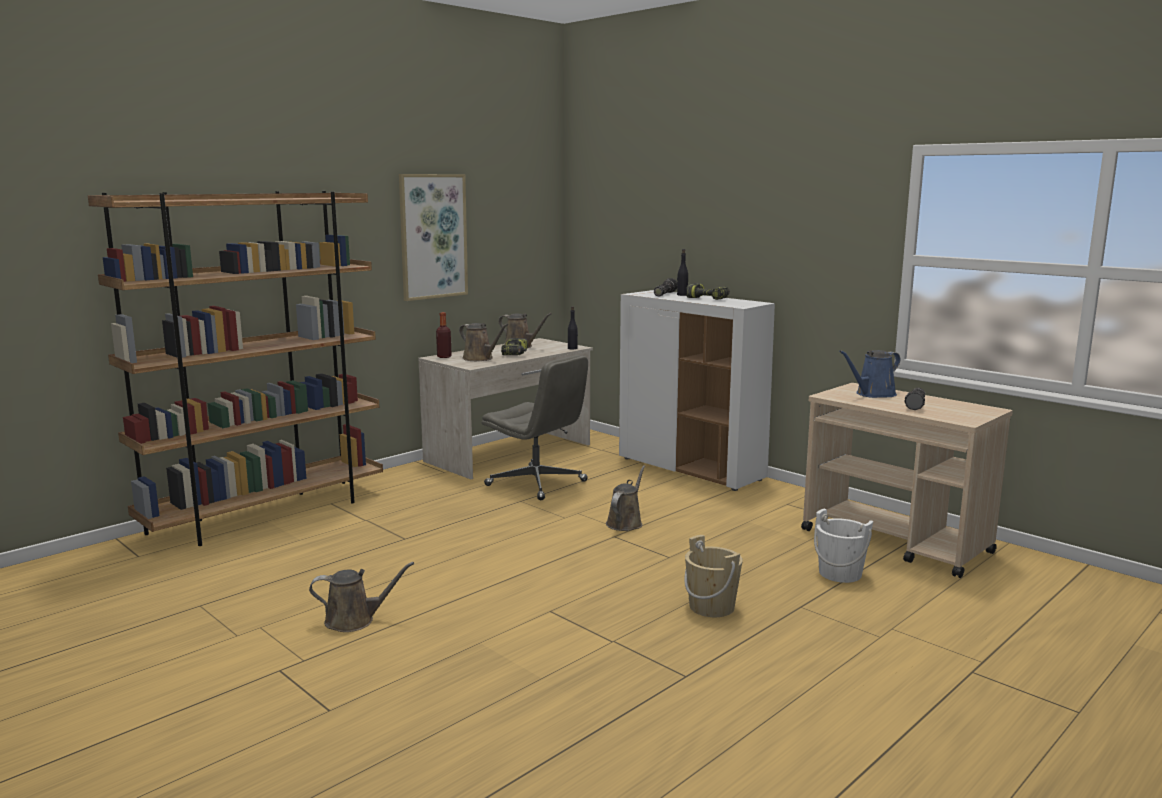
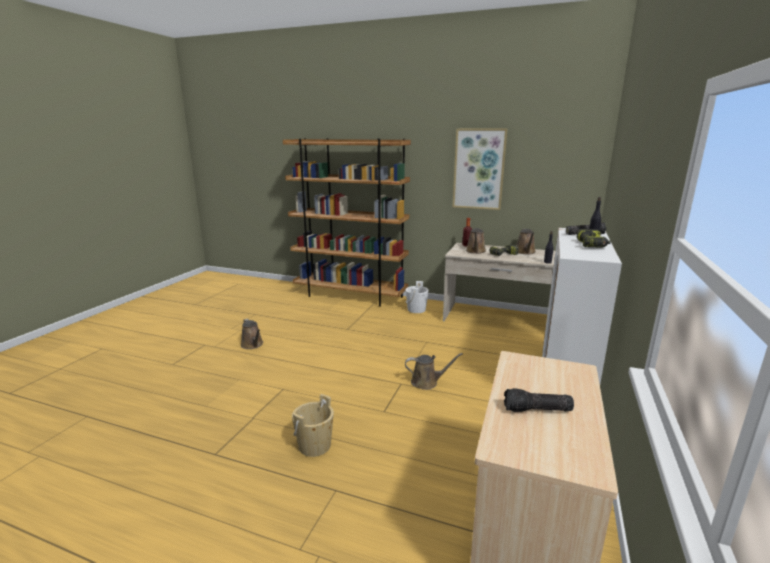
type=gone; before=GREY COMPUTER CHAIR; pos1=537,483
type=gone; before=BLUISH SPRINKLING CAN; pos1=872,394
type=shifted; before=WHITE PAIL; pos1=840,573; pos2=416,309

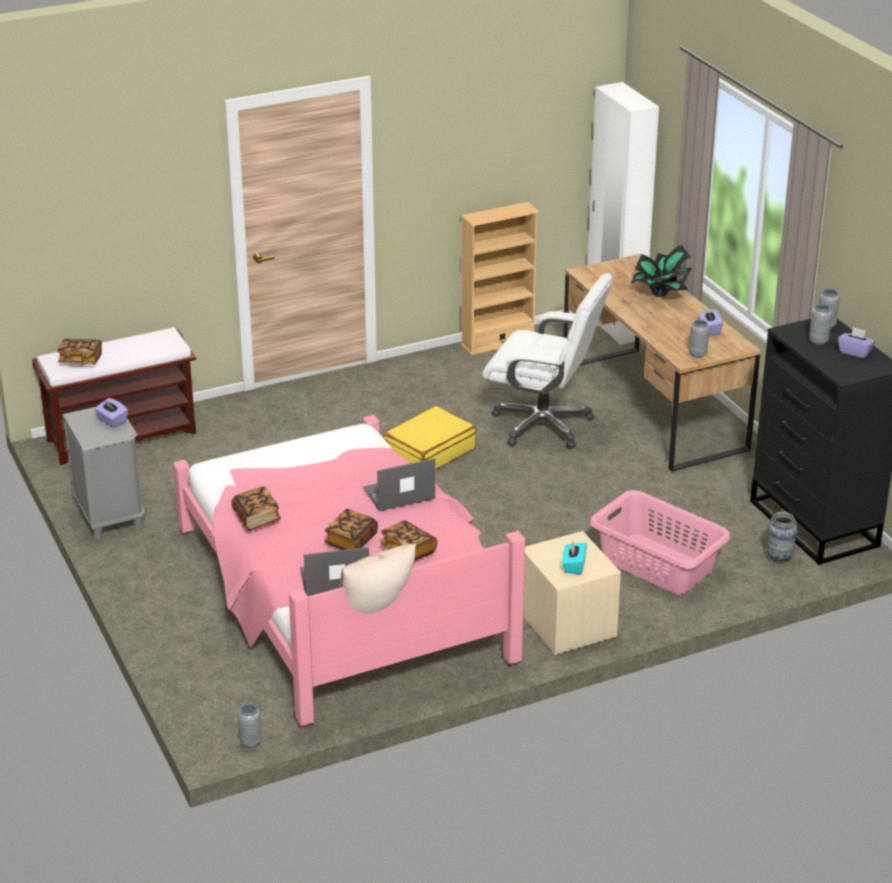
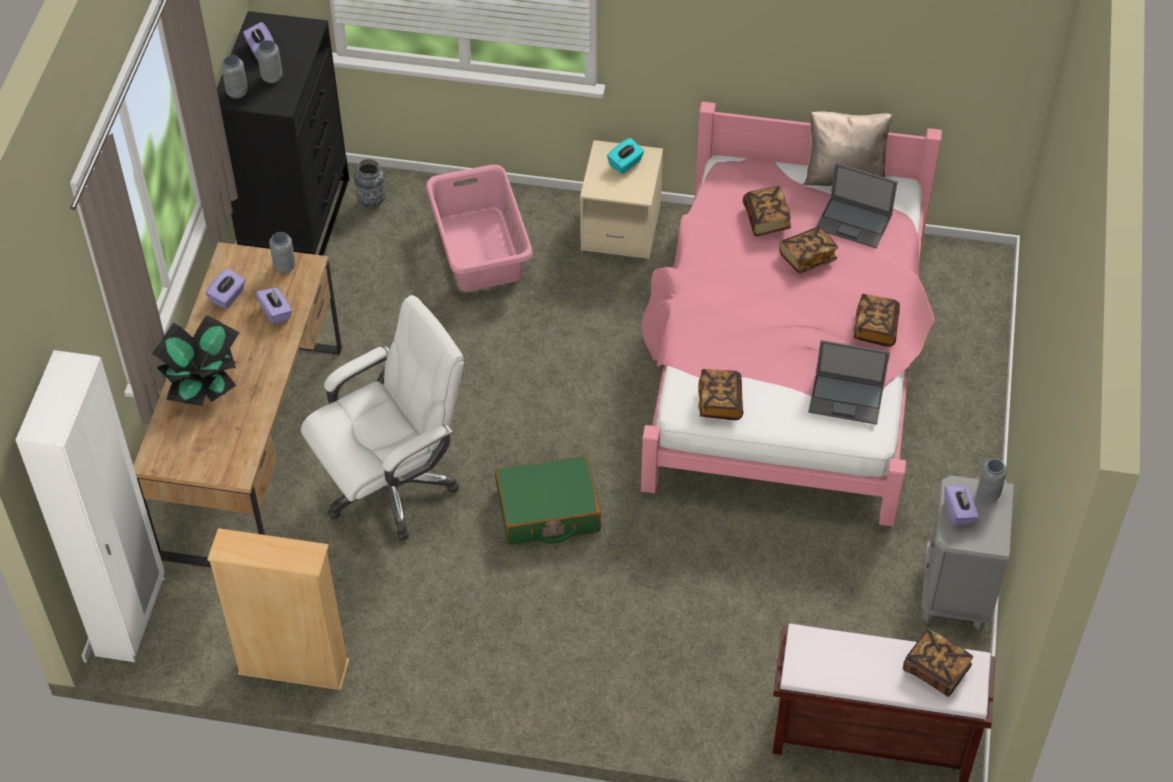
type=new; after=PURPLISH TISSUE BOX; pos2=276,312
type=new; after=BOOK; pos2=720,402
type=shifted; before=GREY FLOWER VASE; pos1=251,742; pos2=988,493
type=shifted; before=LAPTOP; pos1=398,493; pos2=847,398
type=repainted; before=YELLOW-COLOURED TRAVEL CASE; after=GREENISH TRAVEL CASE; pos1=429,451; pos2=548,511
type=rotated; before=WHITE COMPUTER CHAIR; pos1=543,425; pos2=392,485; turn=90

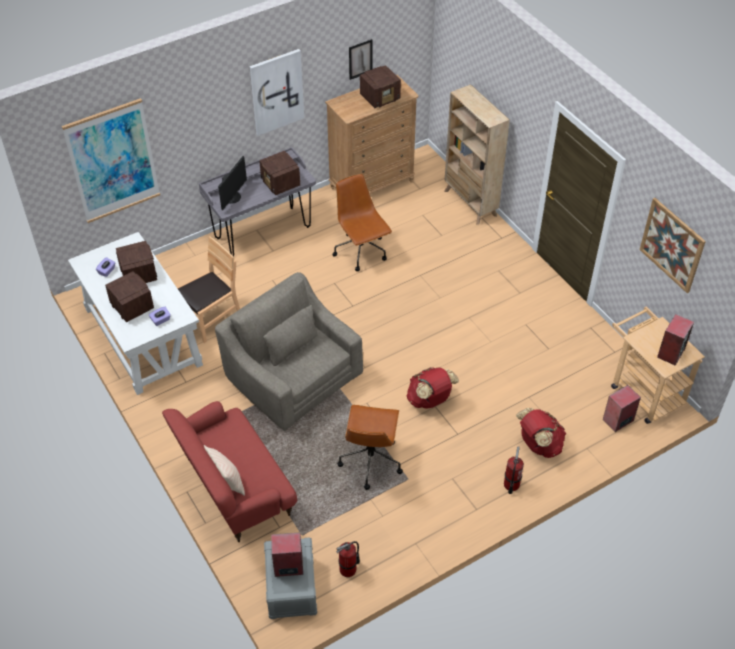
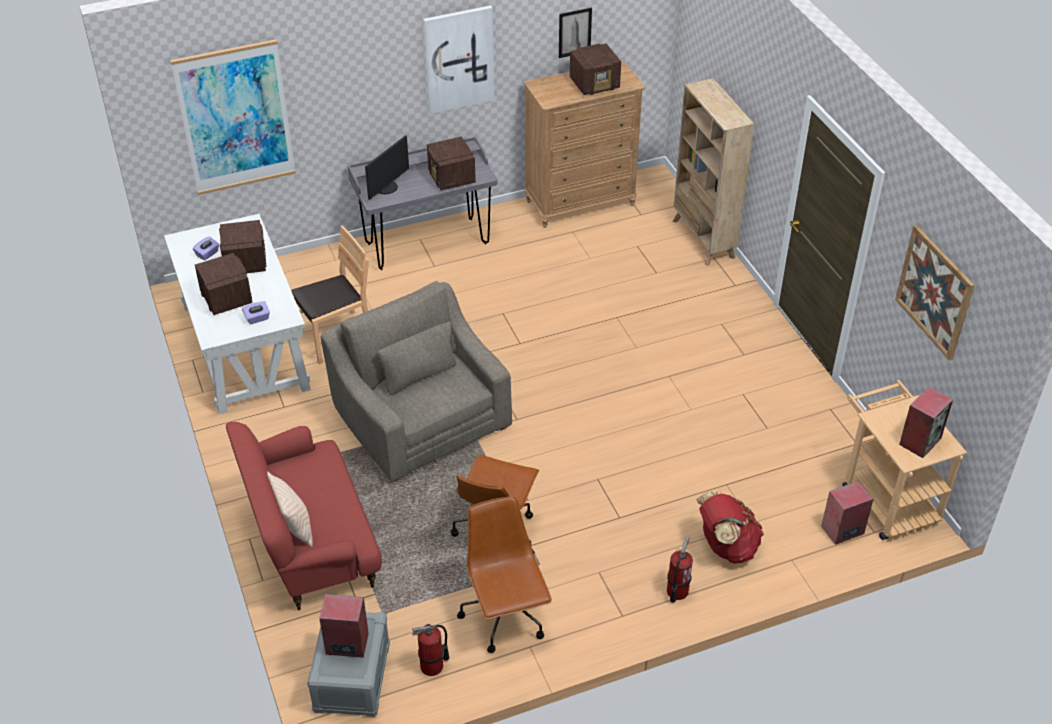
type=gone; before=RED-COLOURED BACKPACK; pos1=430,400
type=shifted; before=BROWN COMPUTER CHAIR; pos1=361,252; pos2=506,617

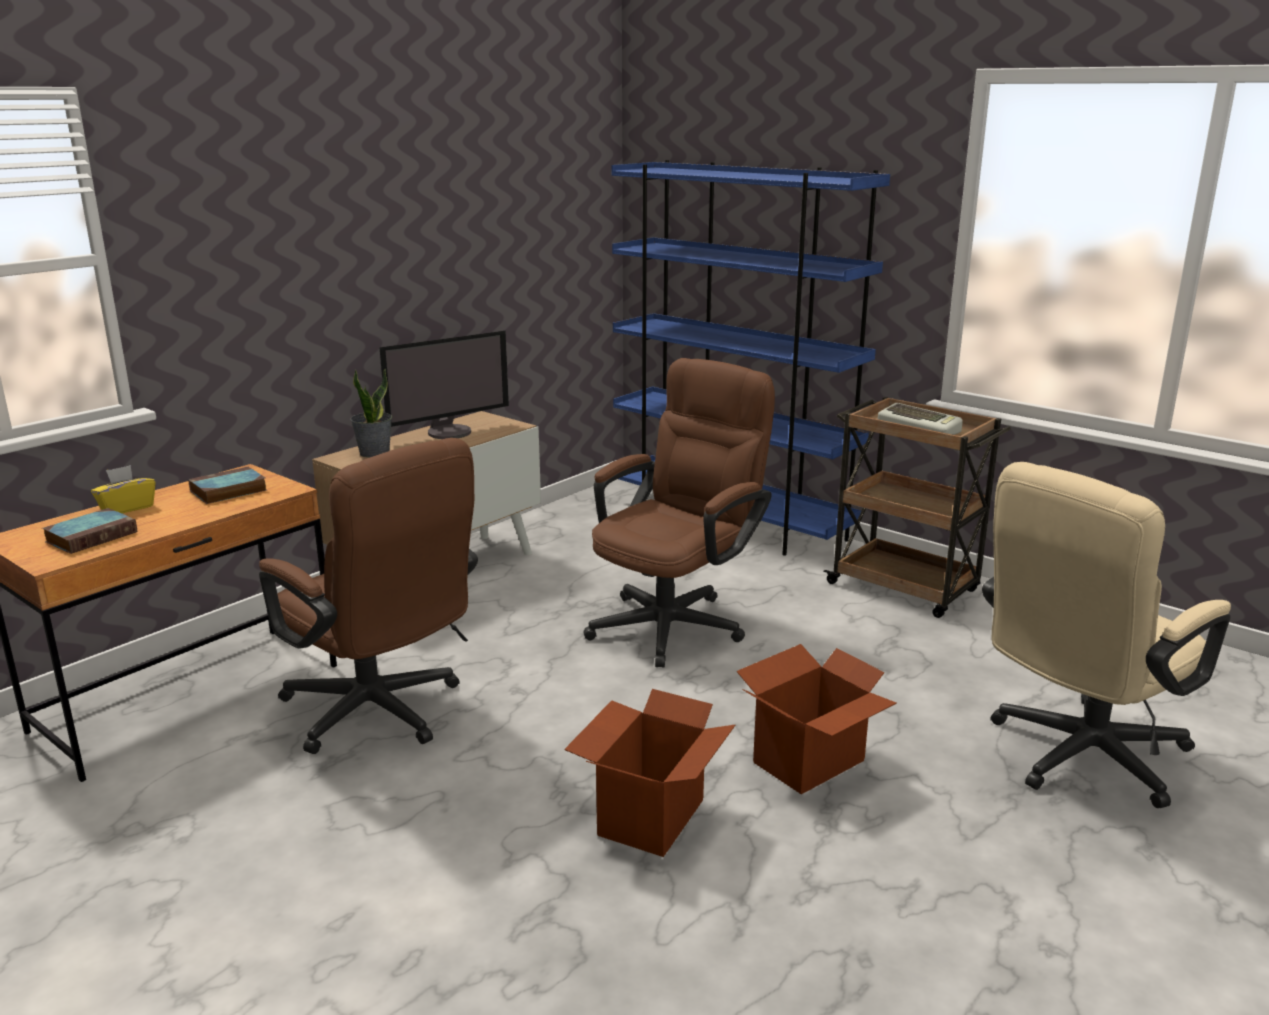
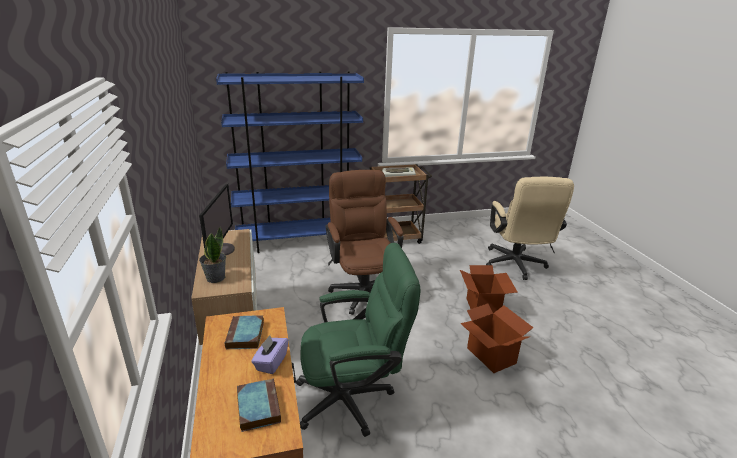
type=gone; before=YELLOW-COLOURED TISSUE BOX; pos1=127,508
type=new; after=PURPLISH TISSUE BOX; pos2=271,362
type=repainted; before=BROWN COMPUTER CHAIR; after=GREENISH COMPUTER CHAIR; pos1=381,714; pos2=353,398

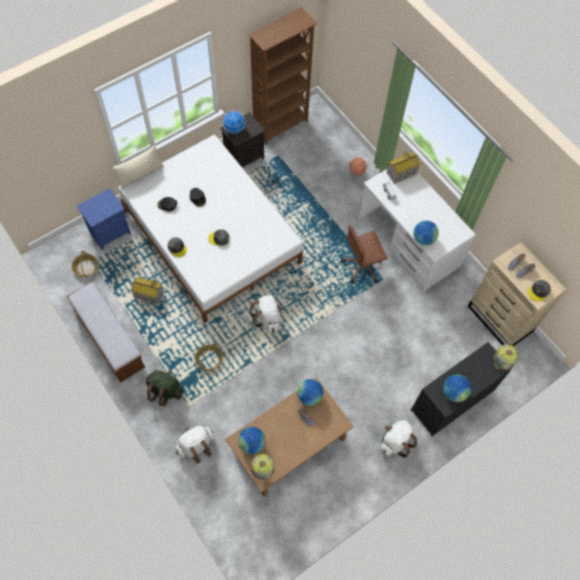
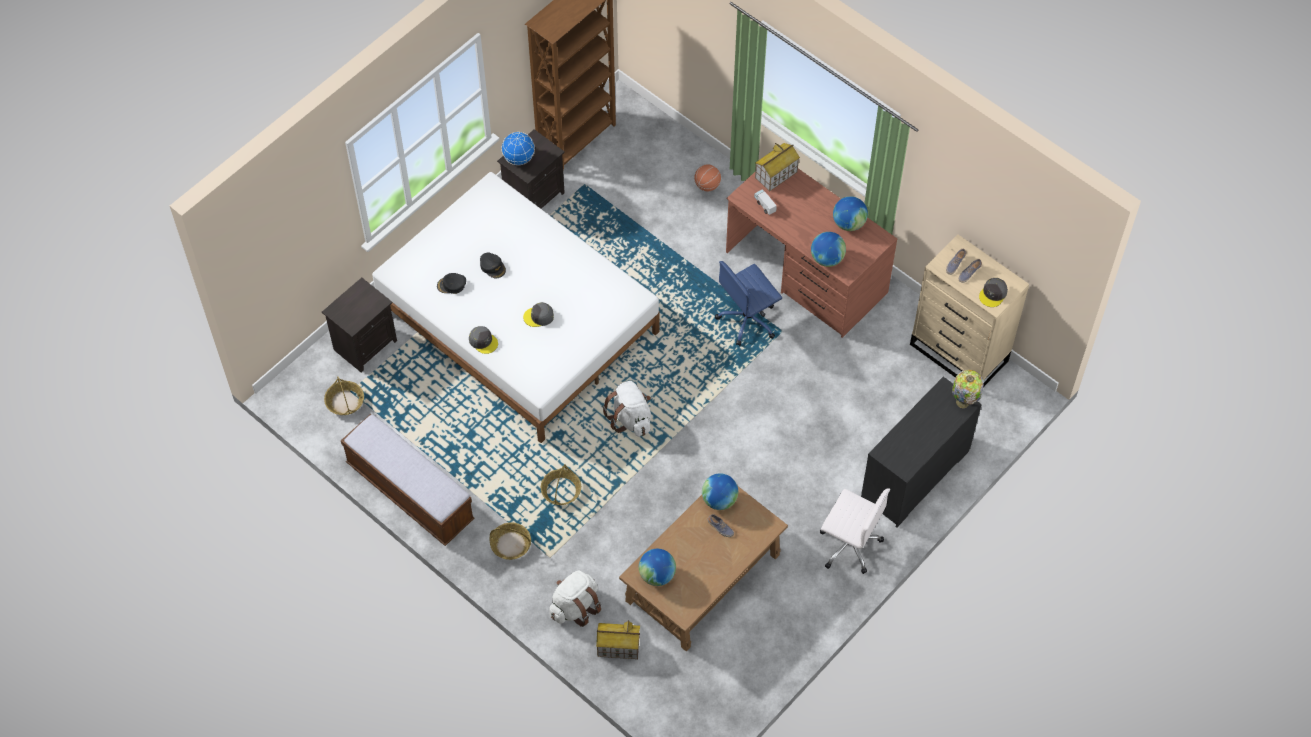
type=gone; before=BEIGE CUSHION; pos1=140,175
type=gone; before=TABLE LAMP; pos1=262,472
type=shifted; before=MODEL HOUSE; pos1=148,295; pos2=618,647
type=shifted; before=GLOBE; pos1=454,392; pos2=848,223
type=swapped; before=GREENISH BACKPACK; after=HOUSEHOLD BASKET; pos1=165,390; pos2=510,544
type=swapped; before=WHITE BACKPACK; after=WHITE COMPUTER CHAIR; pos1=395,442; pos2=849,544
type=repainted; before=BLUISH BEDSIDE TABLE; after=BLACK BEDSIDE TABLE; pos1=110,231; pos2=365,344
type=repainted; before=BROWN COMPUTER CHAIR; after=BLUISH COMPUTER CHAIR; pos1=362,266; pos2=748,320
type=repainted; before=WHITE DESK; after=BROWN DESK; pos1=408,242; pos2=806,273

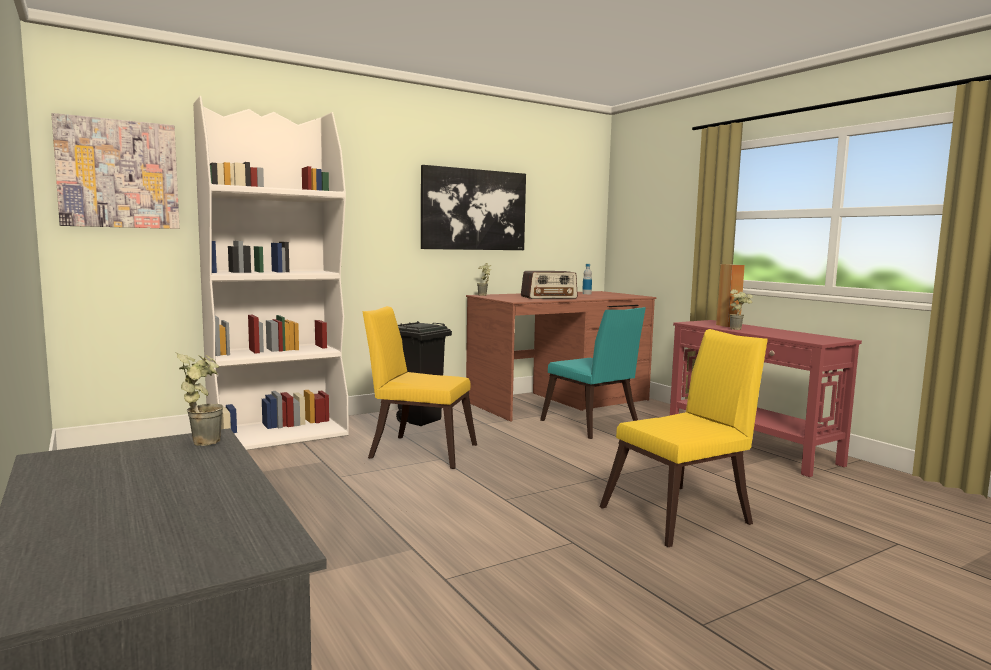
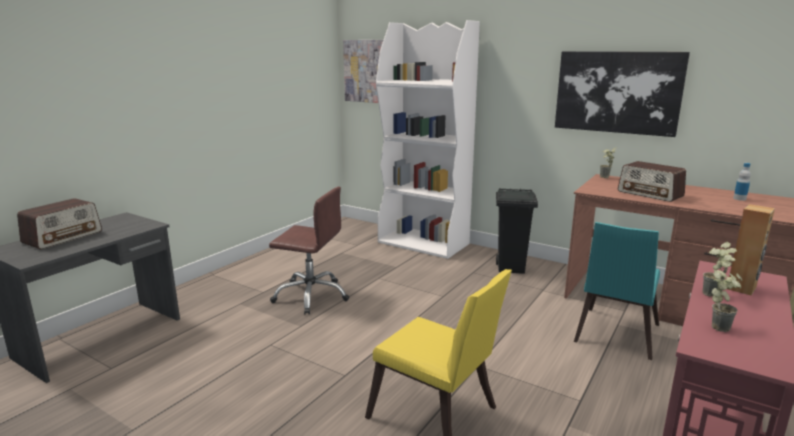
type=gone; before=YELLOW-COLOURED PLAIN CHAIR; pos1=418,450
type=new; after=RADIO; pos2=63,237
type=new; after=BROWN COMPUTER CHAIR; pos2=311,295
type=shifted; before=PLANT IN A POT; pos1=204,440; pos2=719,326

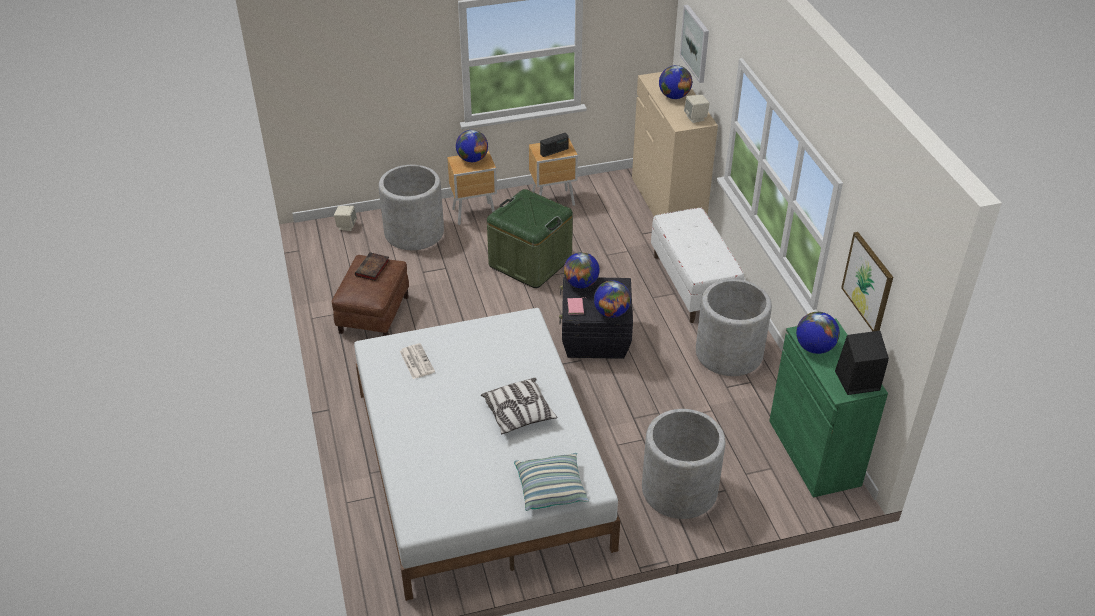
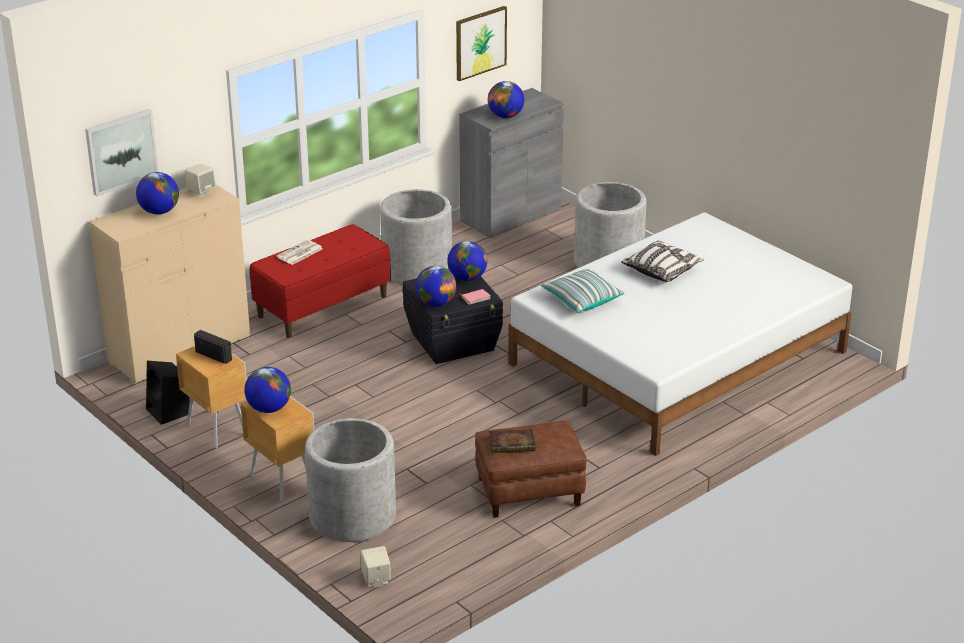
type=gone; before=GREENISH STORAGE BIN; pos1=530,262
type=shifted; before=NEWSPAPER; pos1=416,361; pos2=299,253
type=shifted; before=CUSHION; pos1=551,488; pos2=582,300
type=shifted; before=BLACK SPEAKER; pos1=856,381; pos2=169,412
type=repainted; before=WHITE LONG SEAT; after=RED-COLOURED LONG SEAT; pos1=693,284; pos2=322,306
type=repainted; before=GREENISH CUPBOARD; after=GREY CUPBOARD; pos1=814,452; pos2=510,215

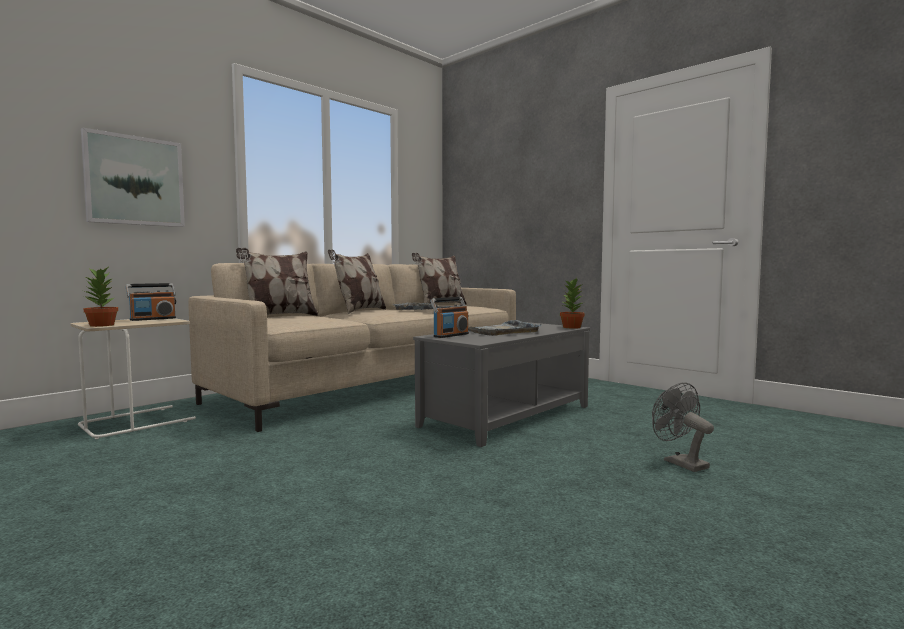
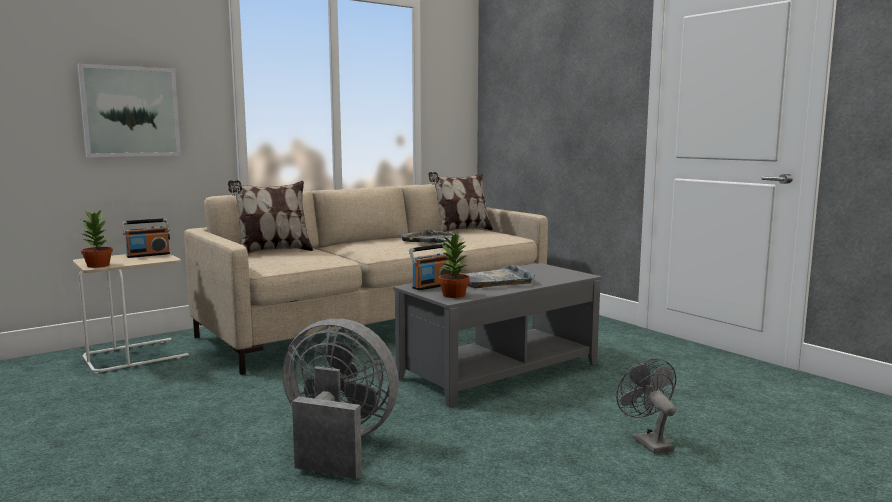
type=gone; before=CUSHION; pos1=359,311
type=new; after=GREY ELECTRIC FAN; pos2=338,444
type=shifted; before=PLANT IN A POT; pos1=571,327; pos2=453,295

